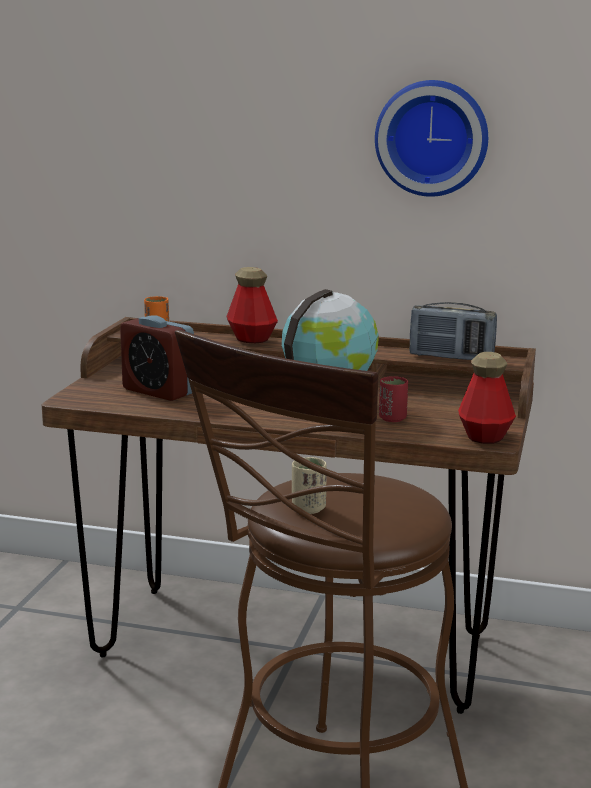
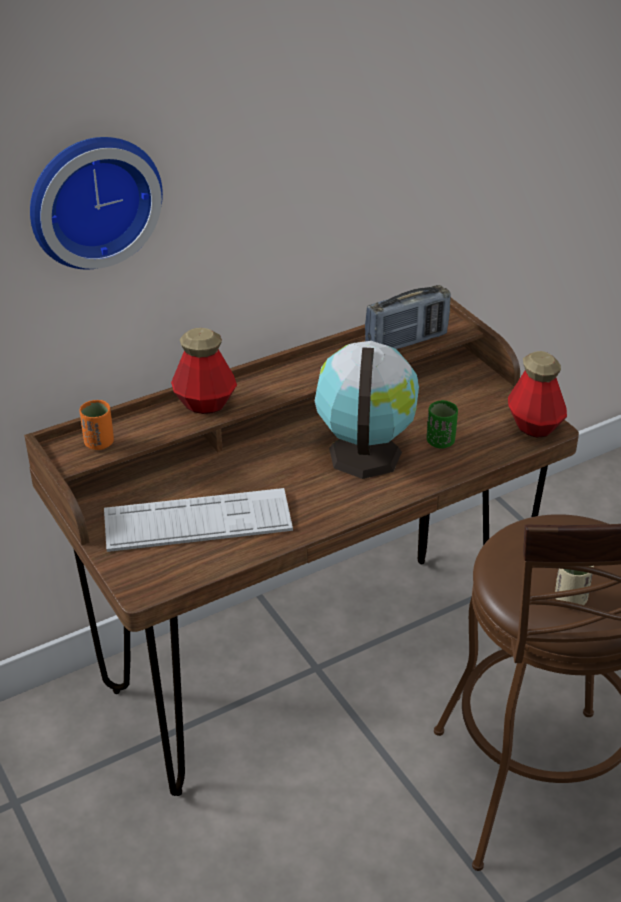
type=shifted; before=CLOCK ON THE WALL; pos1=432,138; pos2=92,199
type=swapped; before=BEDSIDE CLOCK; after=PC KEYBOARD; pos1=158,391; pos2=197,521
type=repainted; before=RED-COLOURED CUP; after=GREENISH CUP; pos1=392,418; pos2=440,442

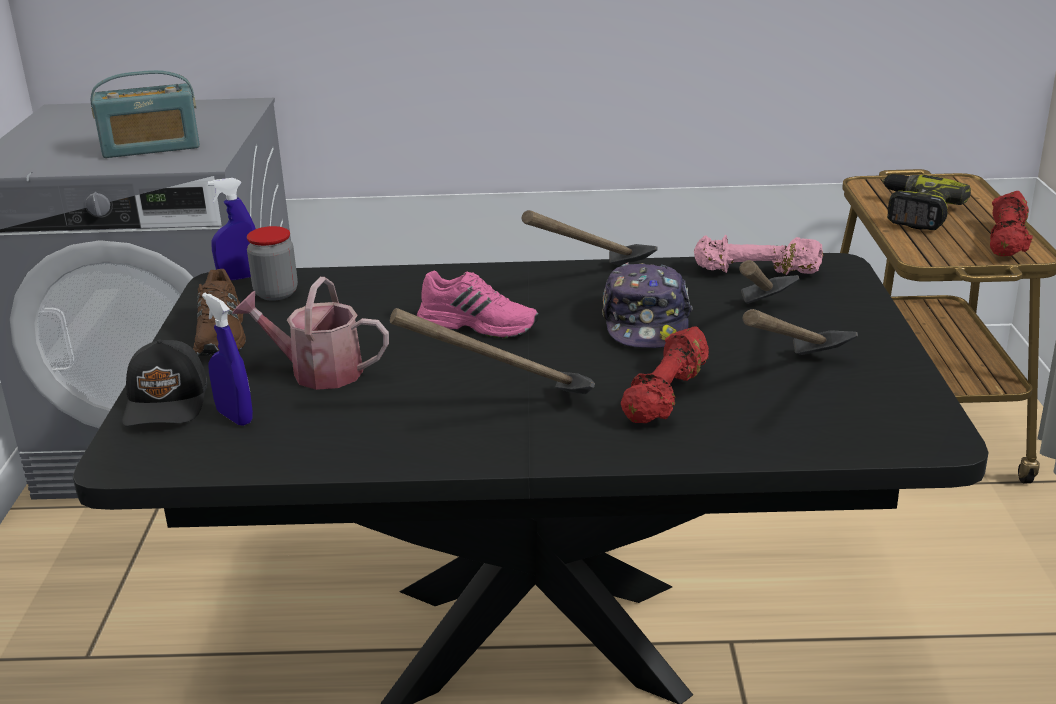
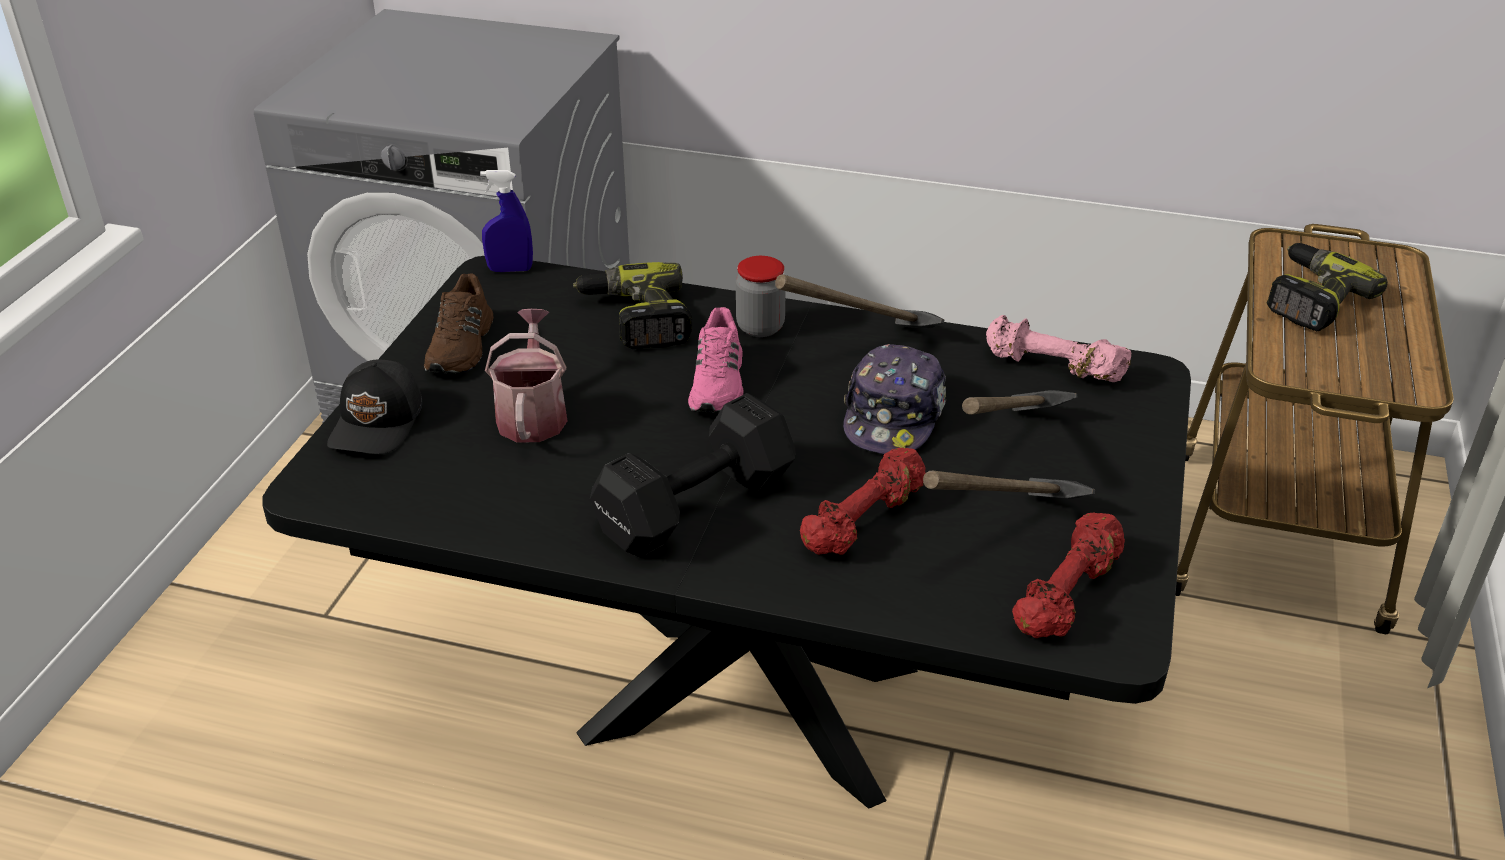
type=gone; before=RADIO; pos1=151,148
type=gone; before=BLUISH SPRAY BOTTLE; pos1=234,417
type=new; after=ELECTRIC DRILL; pos2=636,319
type=shifted; before=STORAGE JAR; pos1=276,293; pos2=760,327
type=shifted; before=RED-COLOURED HAND WEIGHT; pos1=1008,241; pos2=1068,596
type=swapped; before=TOOL HAMMER; after=BLACK HAND WEIGHT; pos1=505,412; pos2=691,507
type=rotated; before=SPRINKLING CAN; pos1=317,372; pos2=532,414; turn=60
type=rotated; before=PINK-COLOURED LOW SHOE; pos1=479,325; pos2=719,383; turn=60

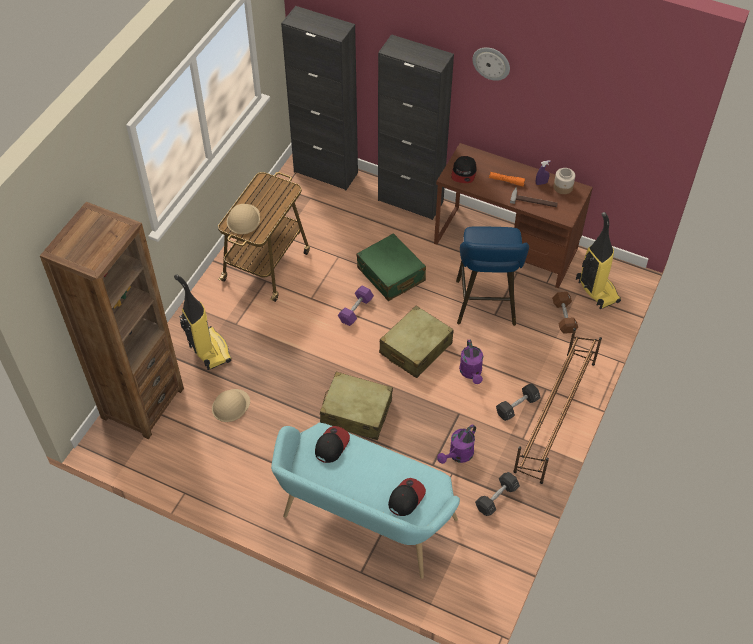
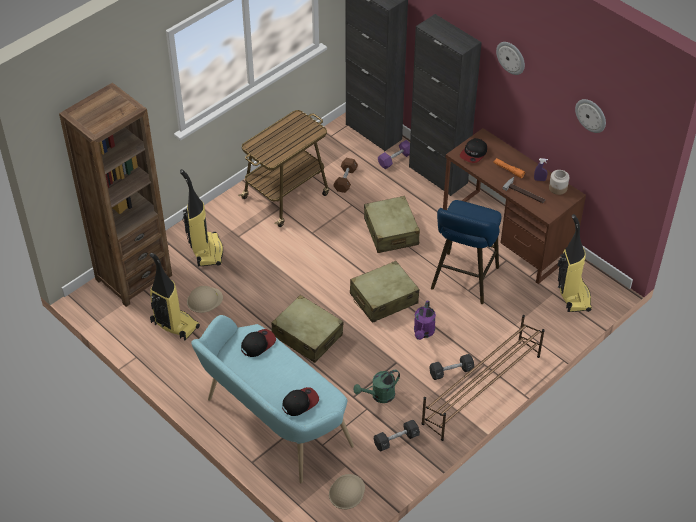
type=new; after=VACUUM CLEANER; pos2=174,325
type=new; after=CLOCK ON THE WALL; pos2=591,115
type=shifted; before=BEIGE SAFETY HELMET; pos1=243,219; pos2=346,492
type=shifted; before=PURPLISH HAND WEIGHT; pos1=355,310; pos2=395,159
type=shifted; before=BROWN HAND WEIGHT; pos1=564,317; pos2=345,180
type=repainted; before=GREENISH TRAVEL CASE; after=BEIGE TRAVEL CASE; pos1=391,274; pos2=391,232
type=repainted; before=PURPLISH SPRINKLING CAN; after=GREENISH SPRINKLING CAN; pos1=458,455; pos2=379,396

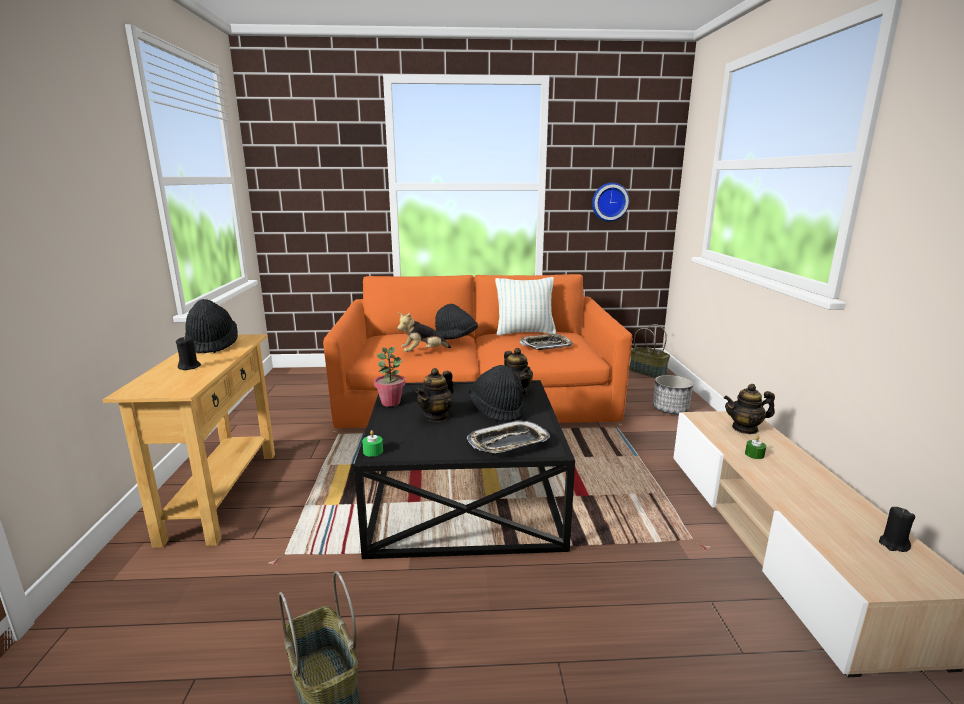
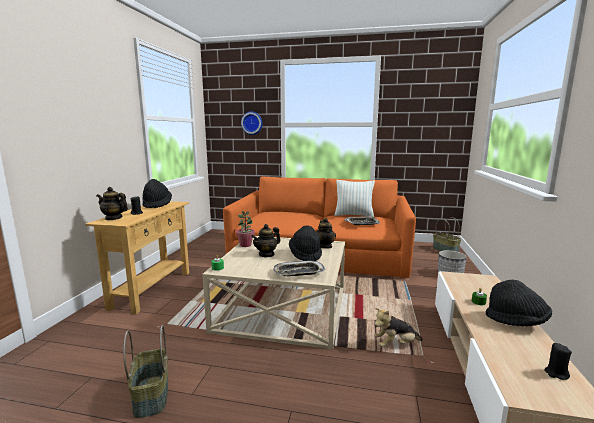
type=shifted; before=PLUSH TOY; pos1=423,353; pos2=395,345
type=shifted; before=BLACK HAT; pos1=456,338; pos2=516,321
type=shifted; before=CLOCK ON THE WALL; pos1=609,202; pos2=252,123
type=shifted; before=TEA POT; pos1=745,428; pos2=113,218
type=repainted; before=BLACK LOUNGE TABLE; after=BEIGE LOUNGE TABLE; pos1=464,495; pos2=283,307

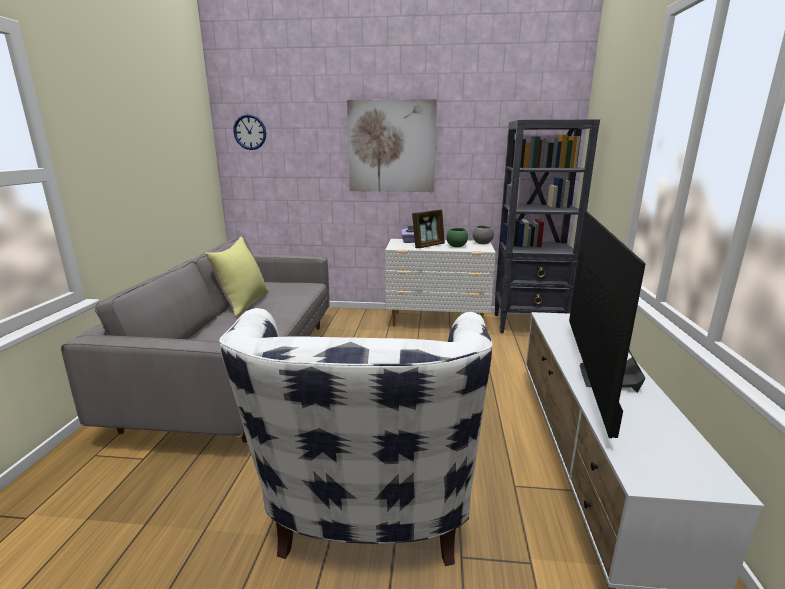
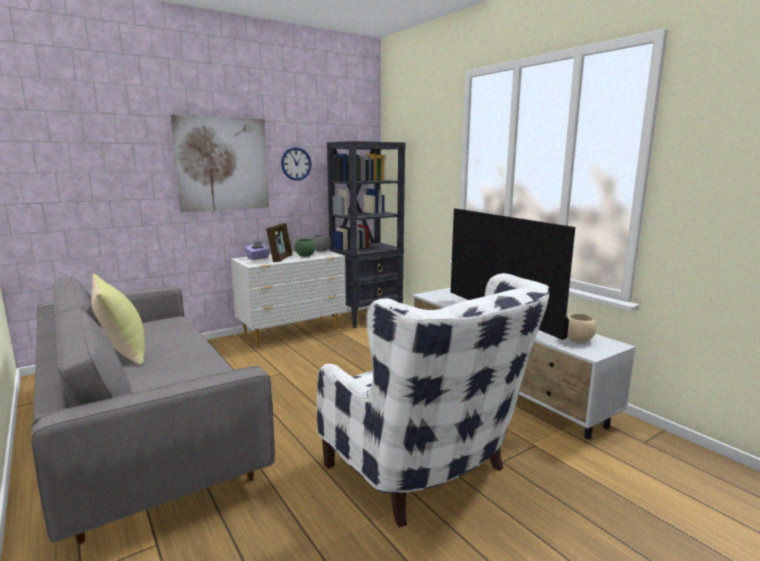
type=new; after=BEIGE SERVING BOWL; pos2=577,340
type=shifted; before=CLOCK ON THE WALL; pos1=250,132; pos2=296,163

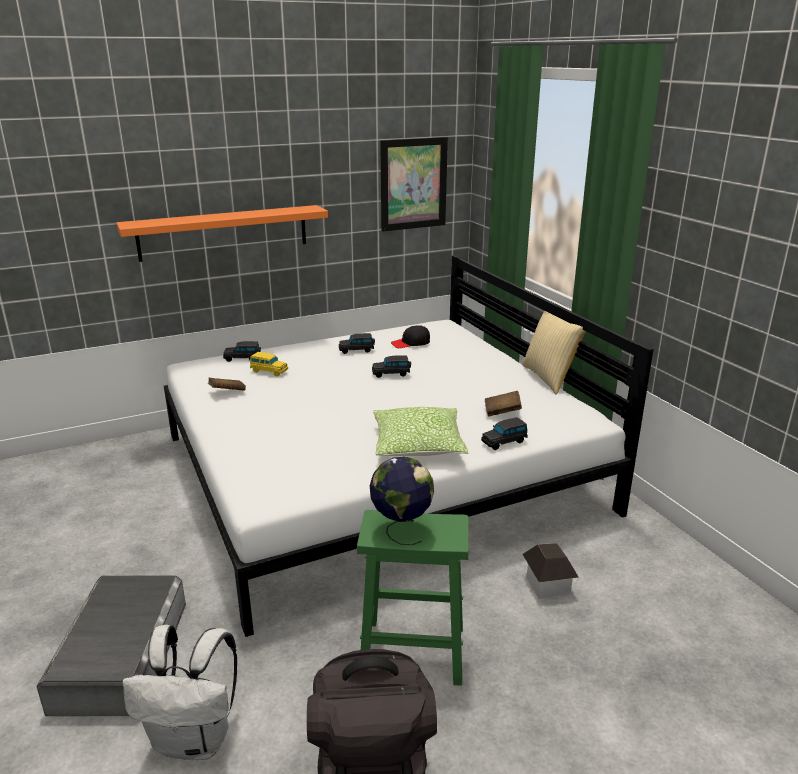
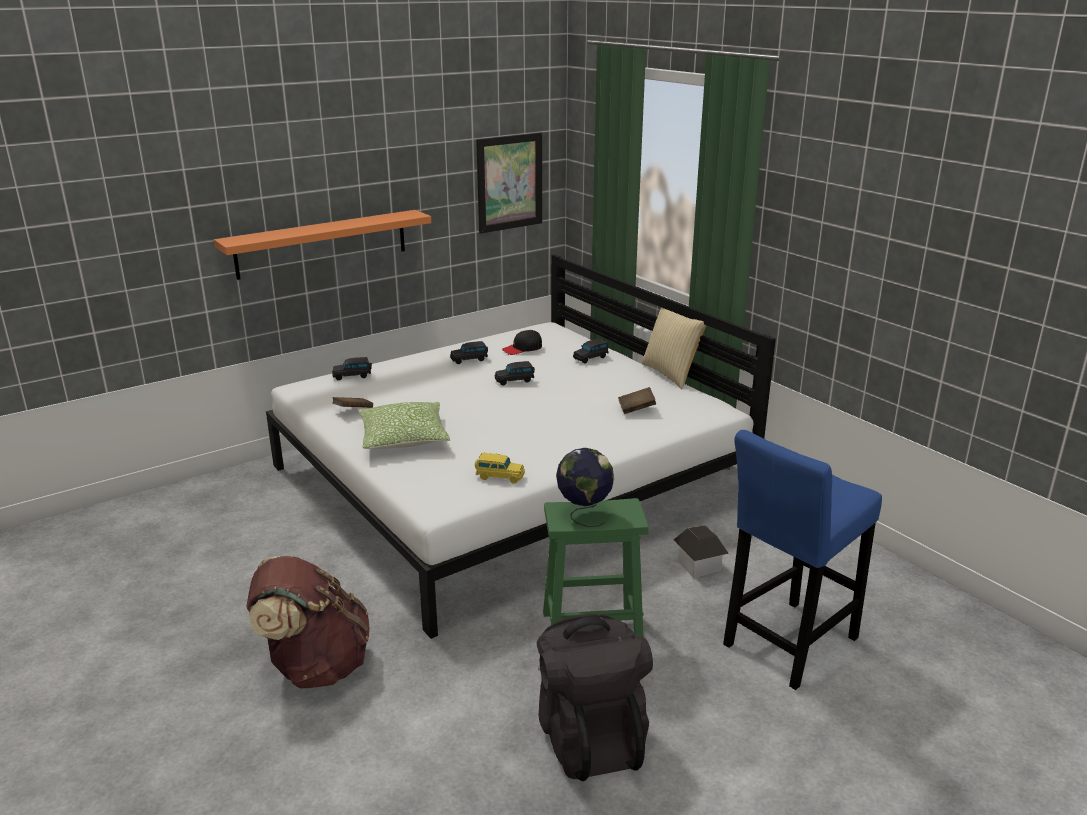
type=gone; before=WHITE BACKPACK; pos1=195,739
type=new; after=BLUISH STOOL SEAT; pos2=786,645
type=shifted; before=YELLOW-COLOURED MINIATURE CAR; pos1=268,371; pos2=499,477
type=shifted; before=CUSHION; pos1=418,445; pos2=403,438
type=shifted; before=BLACK MINIATURE CAR; pos1=504,442; pos2=591,358
type=swapped; before=GREY STORAGE BIN; after=BROWN BACKPACK; pos1=121,654; pos2=315,666

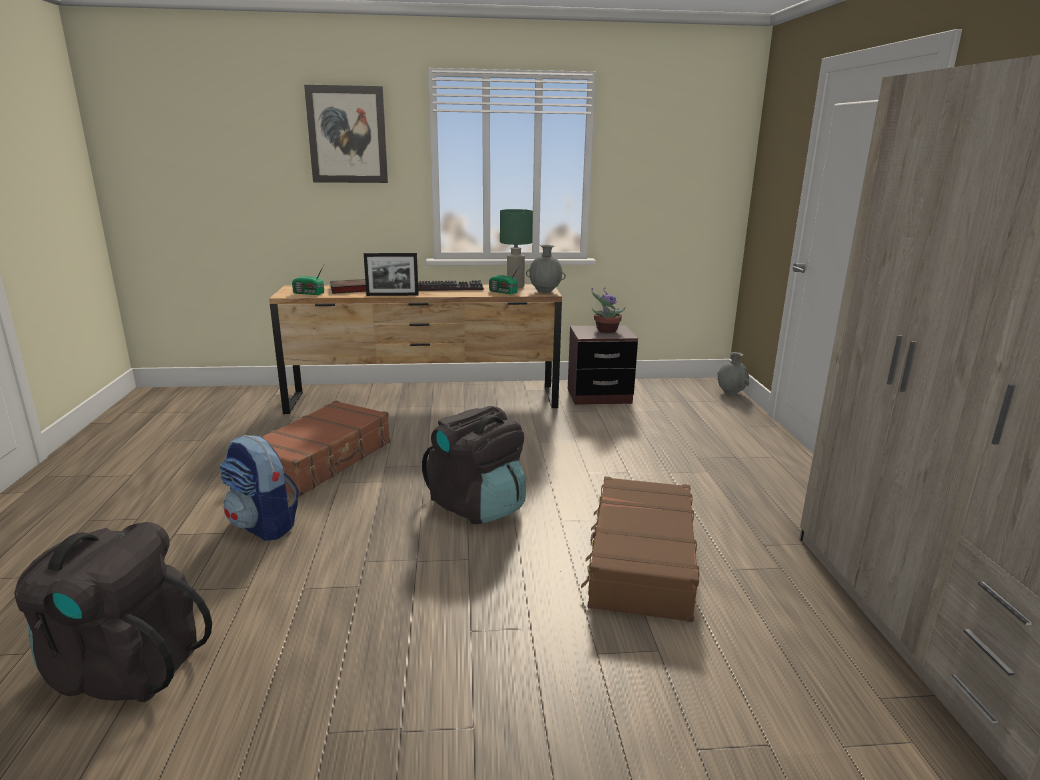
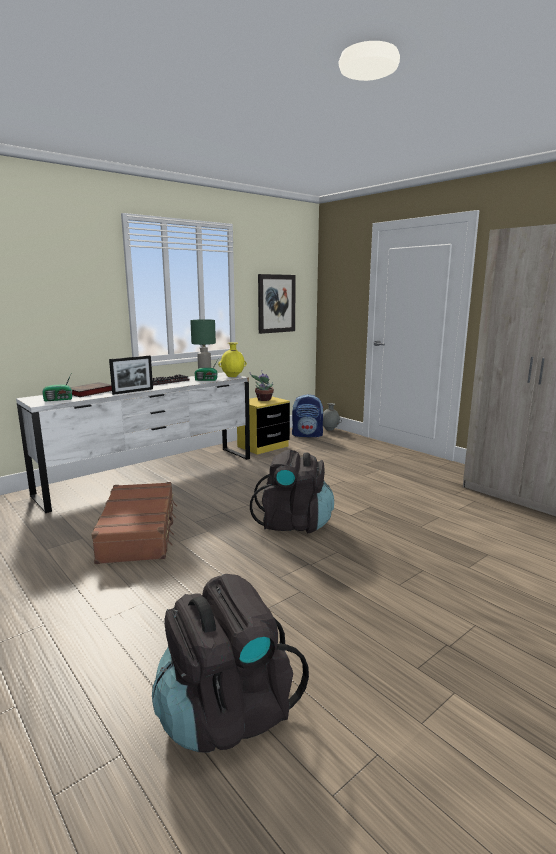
type=gone; before=BROWN TRAVEL CASE; pos1=640,561
type=shifted; before=BACKPACK; pos1=264,525; pos2=307,435
type=shifted; before=PICTURE; pos1=347,135; pos2=276,303
type=repainted; before=BROWN DRAWER CHEST; after=WHITE DRAWER CHEST; pos1=424,400; pos2=151,476
type=repainted; before=GREY FLOWER VASE; after=YELLOW-COLOURED FLOWER VASE; pos1=545,292; pos2=233,376
type=repainted; before=BROWN BEDSIDE TABLE; after=YELLOW-COLOURED BEDSIDE TABLE; pos1=599,396; pos2=263,446

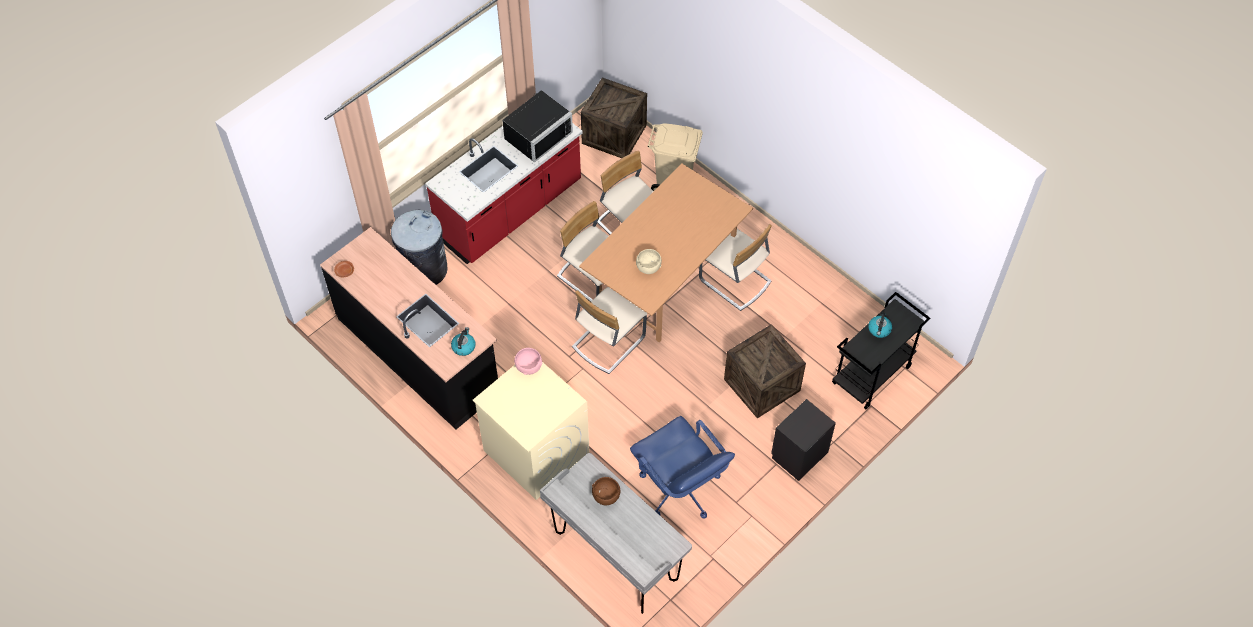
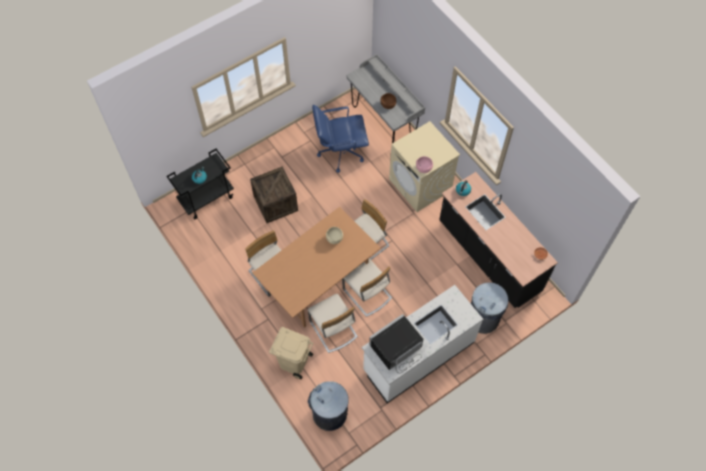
type=gone; before=BLACK BEDSIDE TABLE; pos1=799,455
type=swapped; before=CRATE; after=GREY RUBBISH BIN; pos1=614,134; pos2=329,414
type=repainted; before=RED-COLOURED COUNTER; after=WHITE COUNTER; pos1=510,212; pos2=418,356
type=rotated; before=BLUISH COMPUTER CHAIR; pos1=679,489; pos2=340,152; turn=-75

